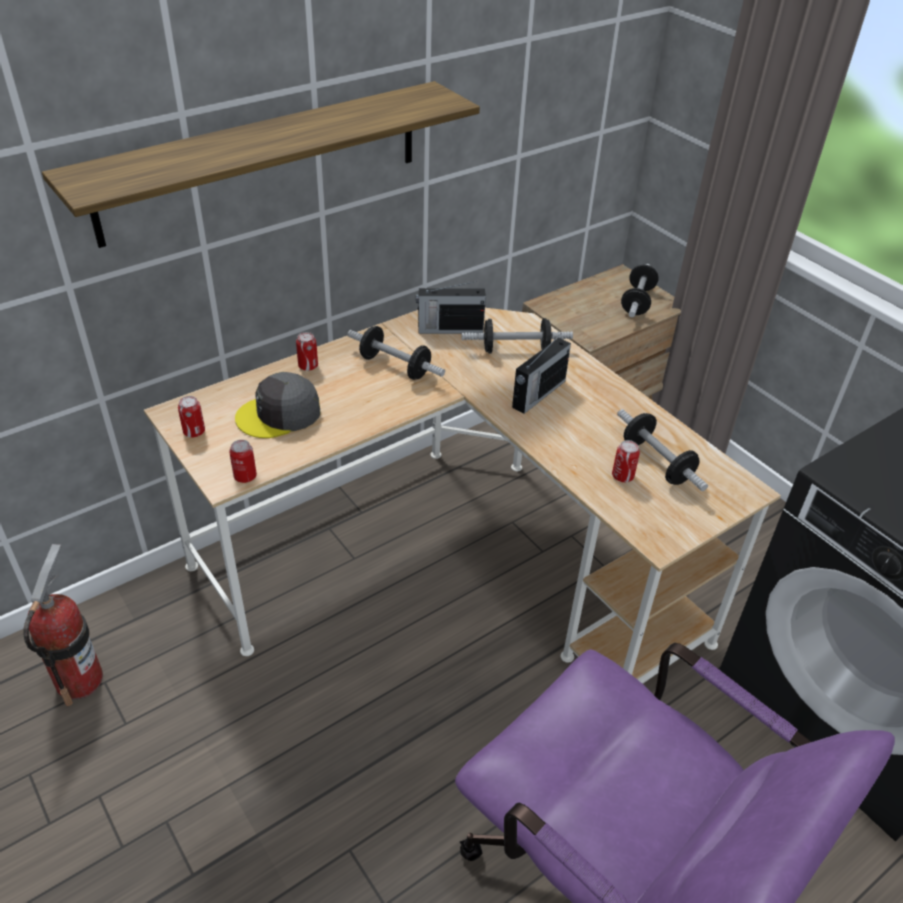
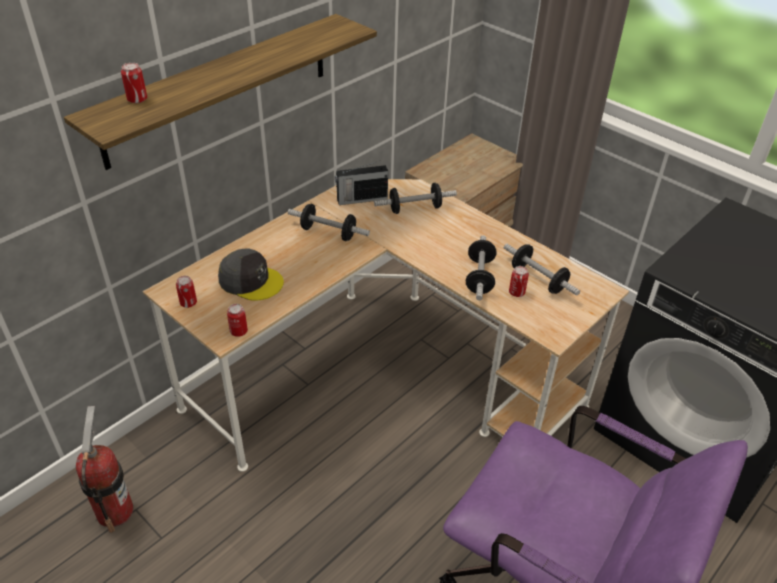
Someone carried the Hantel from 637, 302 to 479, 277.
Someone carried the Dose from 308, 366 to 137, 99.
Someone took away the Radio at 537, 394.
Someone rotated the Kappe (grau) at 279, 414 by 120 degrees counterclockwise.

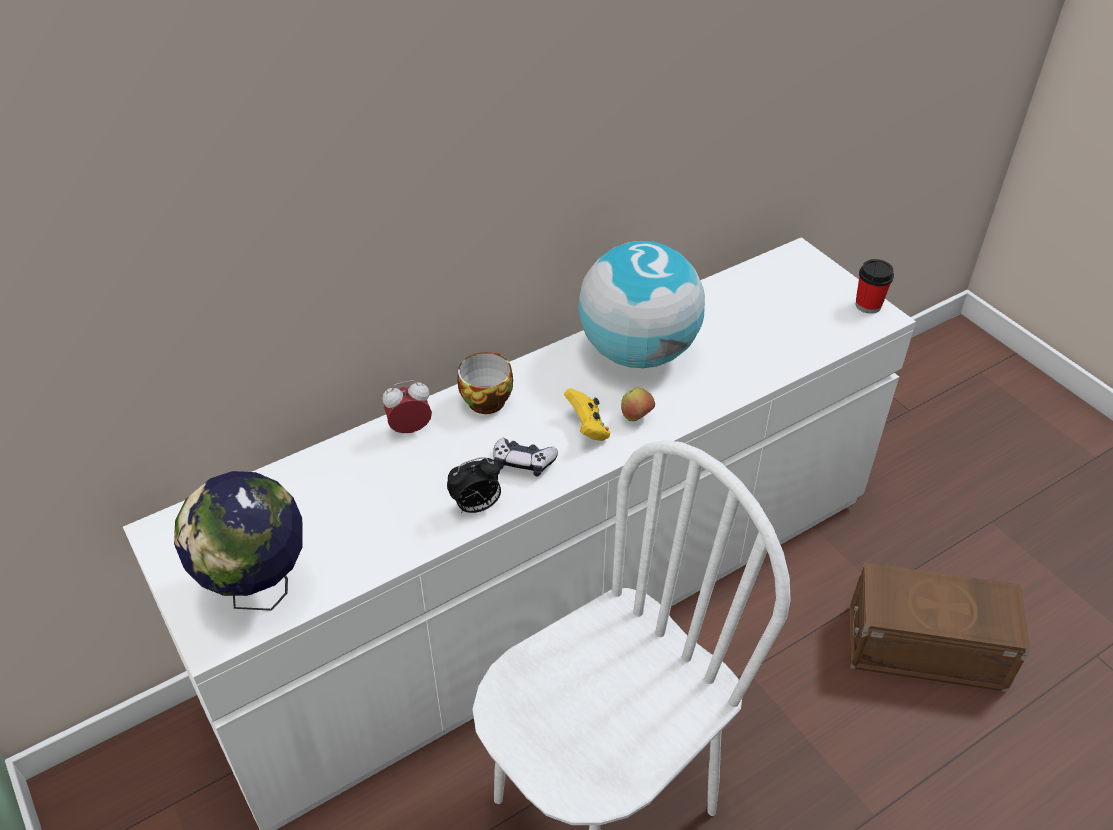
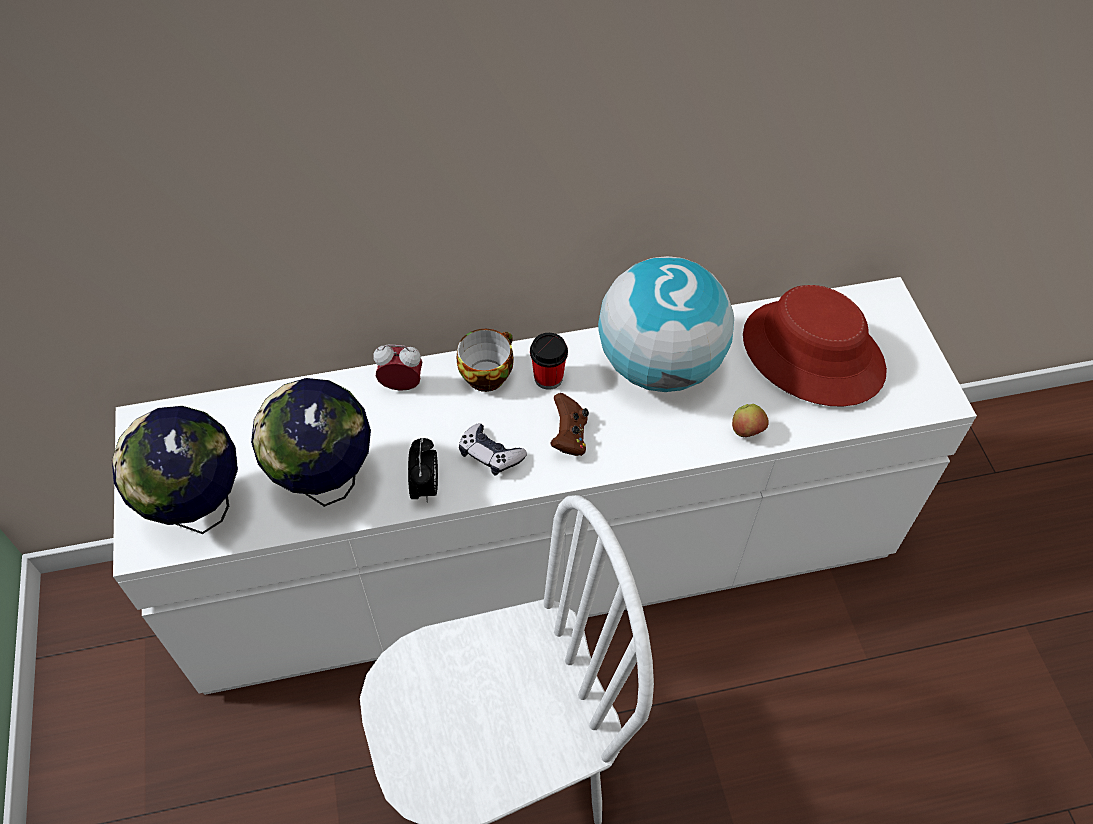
Someone carried the Tasse from 868, 305 to 548, 378.
Someone repainted the Gamepad (gelb) at 588, 428, which became the Gamepad (braun) at 569, 437.
Someone carried the Apfel from 636, 417 to 747, 431.
Someone rotated the Wecker at 476, 506 by 90 degrees counterclockwise.
Someone took away the Aufbewahrungsbox (braun) at 928, 650.
Someone put down the Hut (rot) at 812, 354.
Someone put down the Globus at 326, 483.

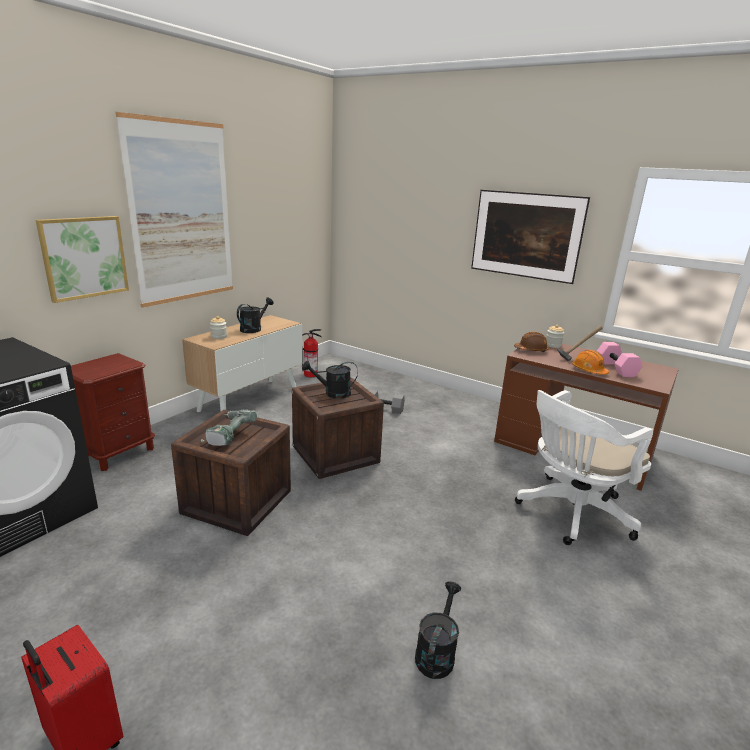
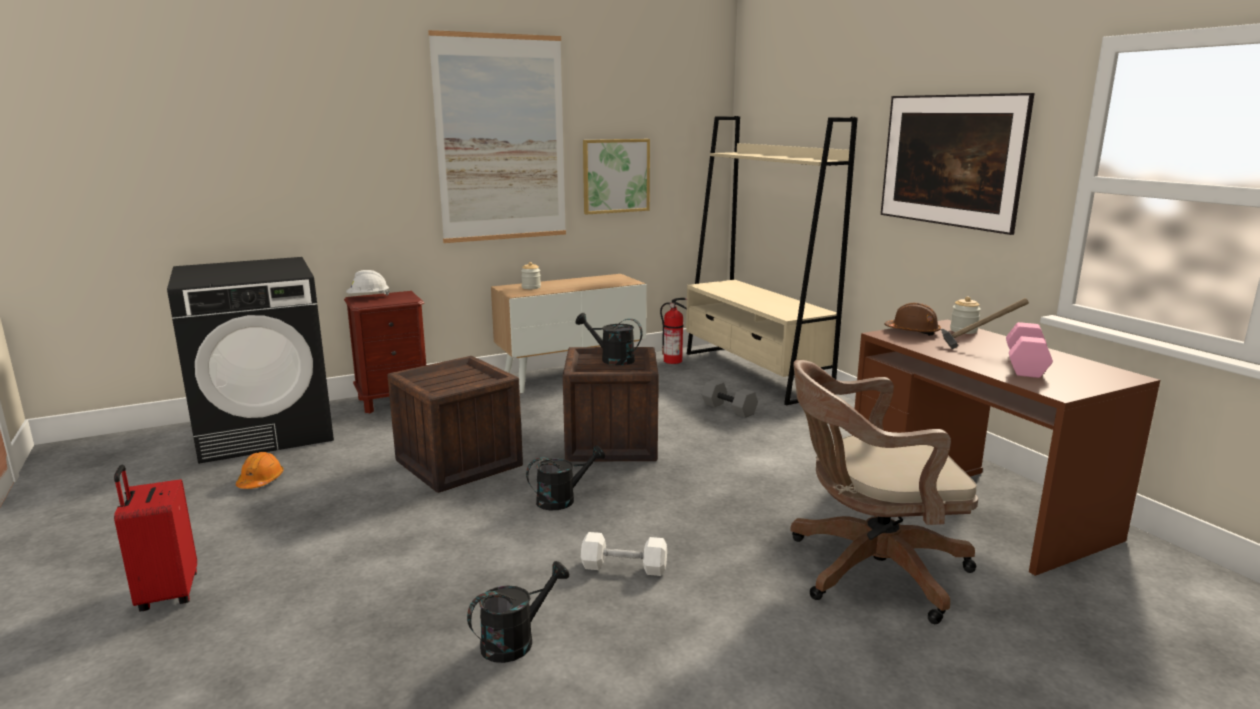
Someone carried the Bild from 84, 257 to 616, 176.
Someone carried the Gießkanne (schwarz) from 253, 329 to 562, 499.
Someone carried the Schutzhelm (orange) from 589, 371 to 260, 481.
Someone repainted the Bürostuhl (weiß) at 570, 513, which became the Bürostuhl (braun) at 867, 570.
Someone took away the Bohrmaschine at 228, 435.
Someone put down the Bücherregal (beige) at 755, 373.
Someone put down the Schutzhelm (weiß) at 368, 297.
Someone put down the Hantel (weiß) at 624, 567.

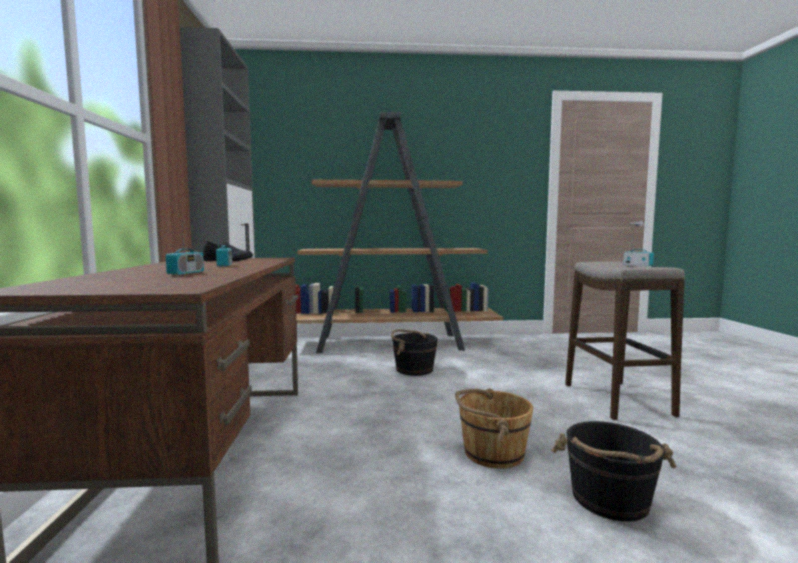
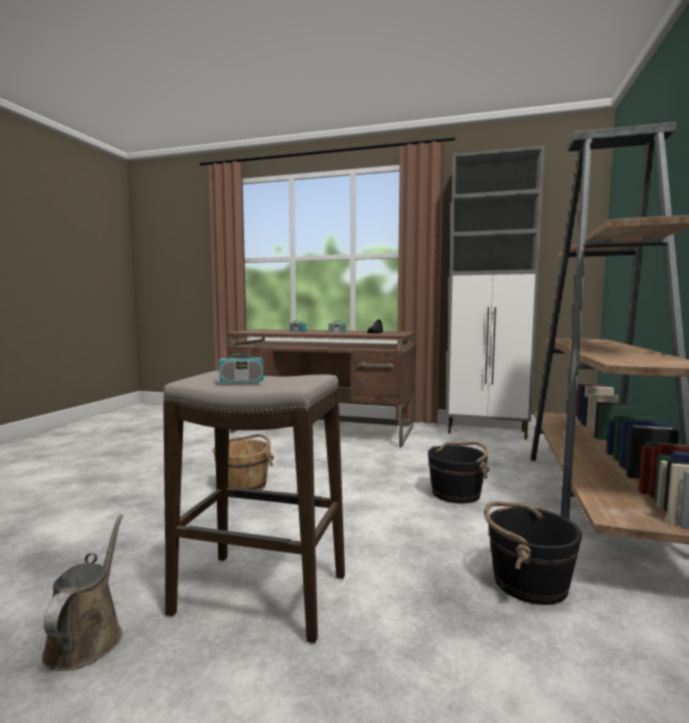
Someone carried the Eimer (schwarz) from 610, 500 to 528, 582.
Someone put down the Gießkanne (braun) at 87, 637.

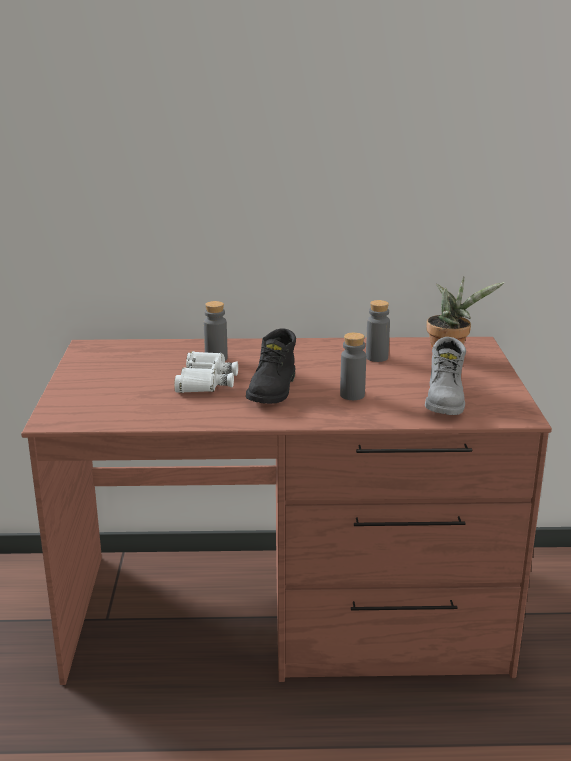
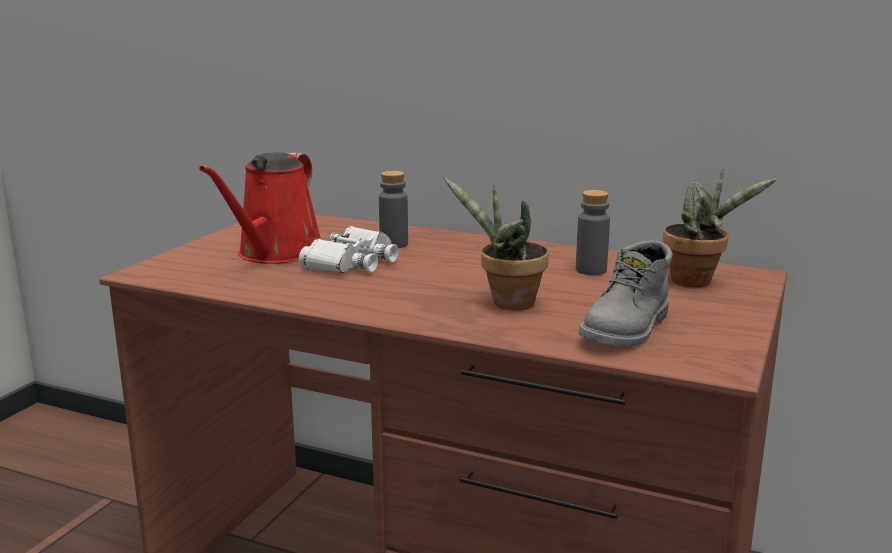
Someone took away the Stiefel (schwarz) at 273, 390.
Someone swapped the Flasche (grau) at 352, 395 for the Topfpflanze at 506, 303.
Someone put down the Gießkanne (rot) at 276, 253.

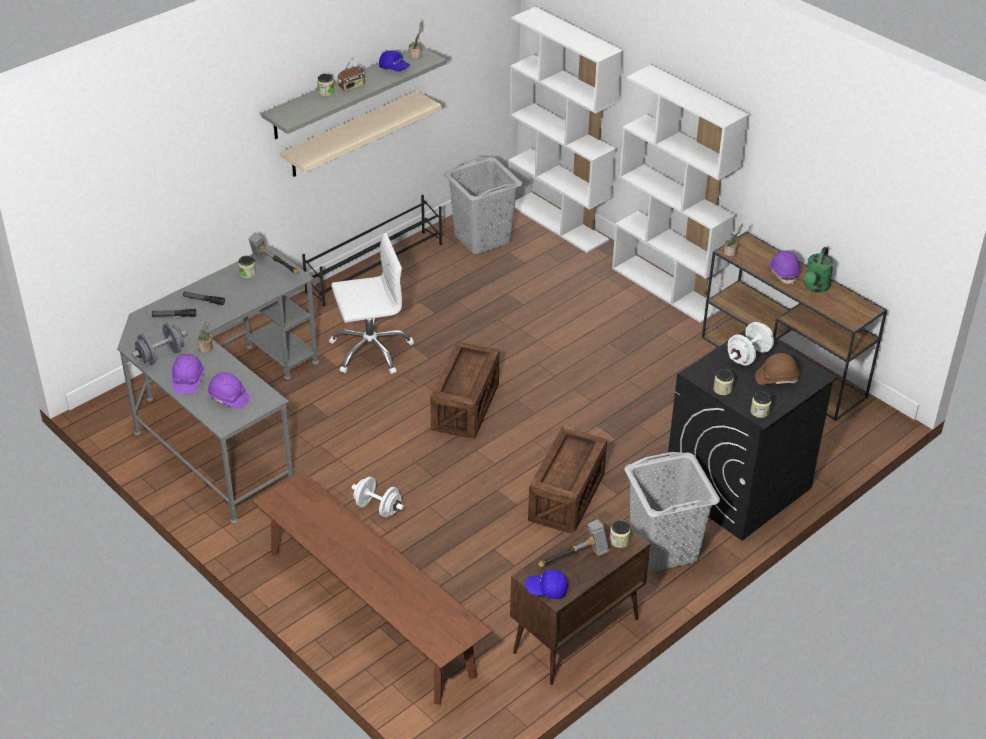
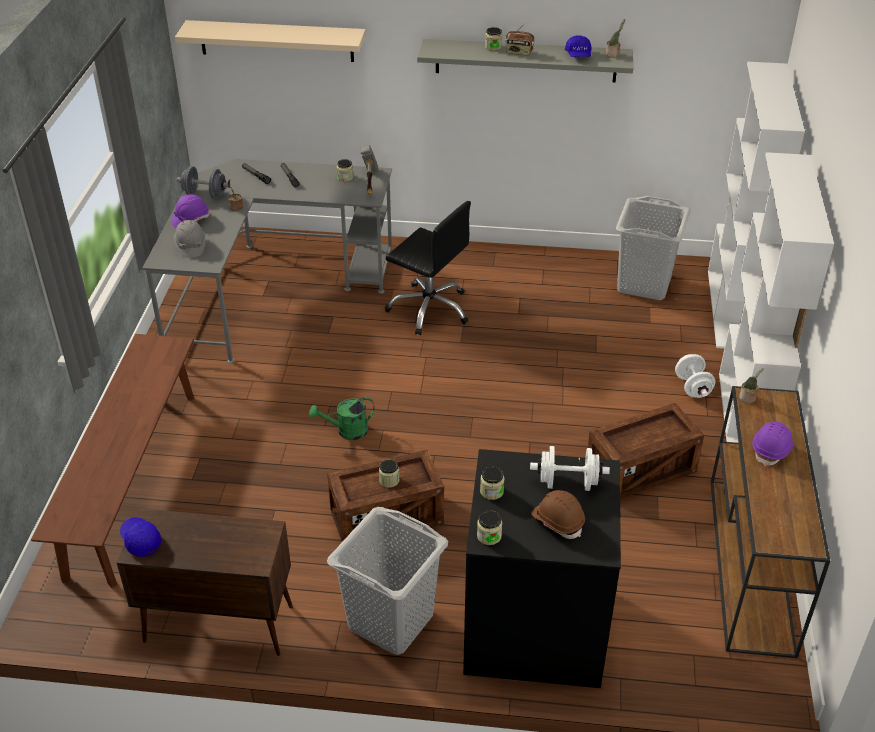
Someone carried the Wandregal (beige) from 351, 134 to 276, 41.
Someone took away the Schuhregal (schwarz) at 376, 267.
Someone repainted the Bürostuhl (weiß) at 371, 350, which became the Bürostuhl (schwarz) at 429, 309.
Someone carried the Gießkanne (grün) from 815, 287 to 347, 431.
Someone carried the Kiste from 465, 407 to 640, 470.
Someone repainted the Schutzhelm (lila) at 228, 398, which became the Schutzhelm (grau) at 190, 246.
Someone carried the Hantel (weiß) from 378, 508 to 692, 387.
Someone took away the Hammer at 574, 559.
Someone carried the Vorratsglas from 619, 541 to 389, 480.

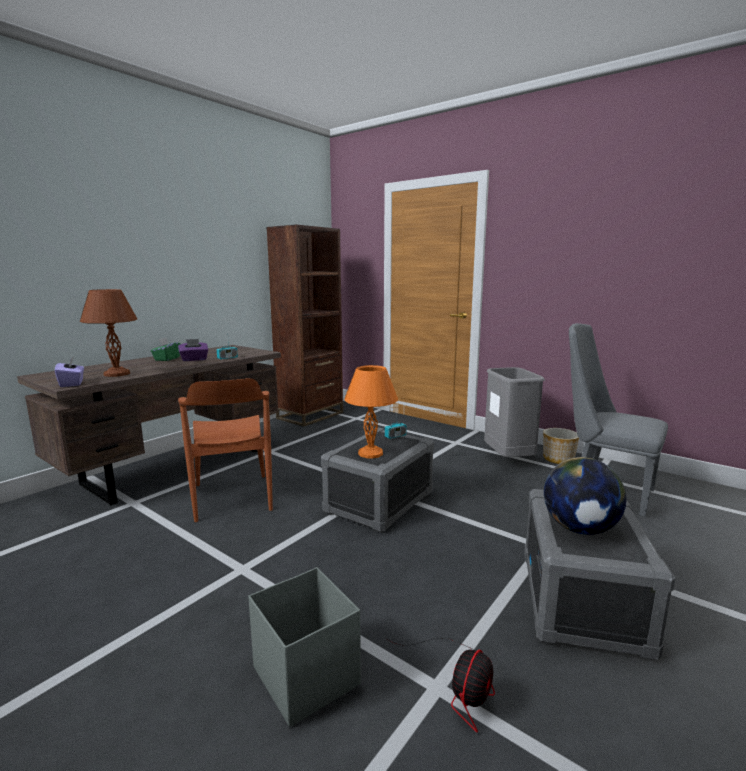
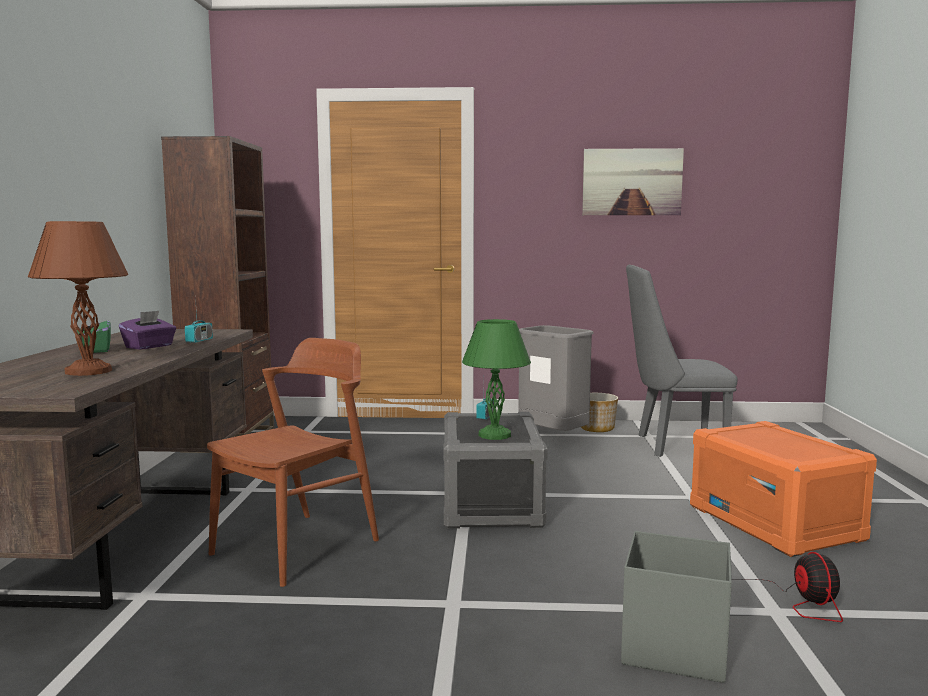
Someone took away the Taschentuchbox (lila) at 72, 383.
Someone repainted the Tischlampe (orange) at 371, 453, which became the Tischlampe (grün) at 496, 435.
Someone rotated the Stuhl (braun) at 232, 497 by 90 degrees counterclockwise.
Someone took away the Globus at 580, 529.
Someone repainted the Aufbewahrungsbox (grau) at 583, 600, which became the Aufbewahrungsbox (orange) at 775, 523.
Someone put up the Bild at 632, 182.

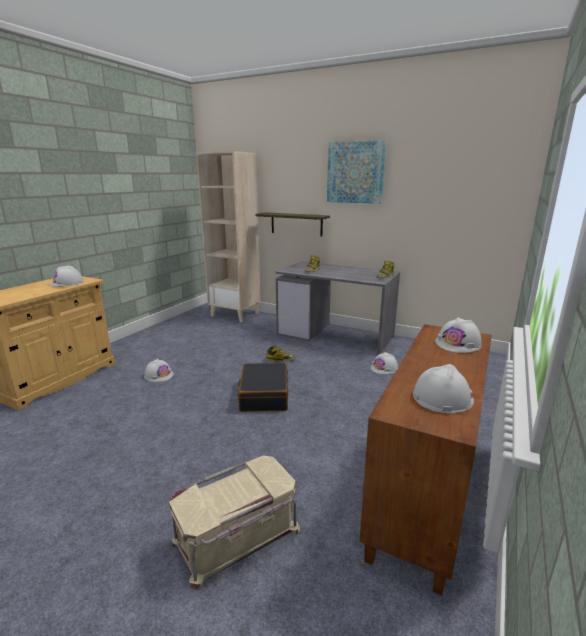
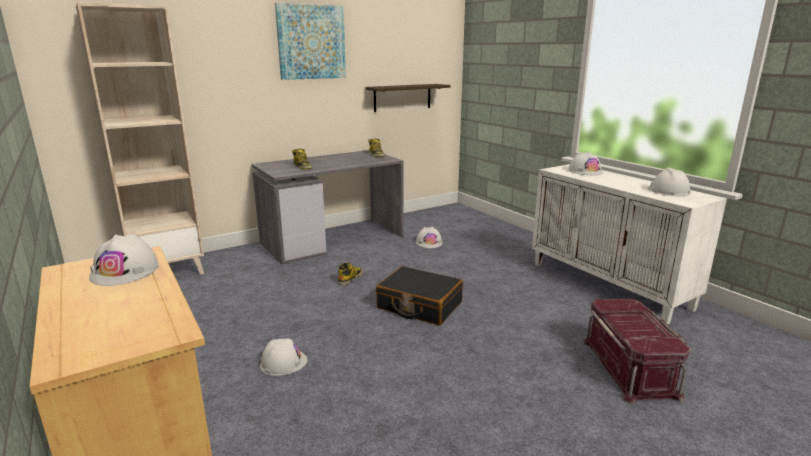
Someone carried the Wandregal from 296, 224 to 402, 97.
Someone repainted the Schrank (braun) at 426, 494, which became the Schrank (weiß) at 609, 285.
Someone repainted the Aufbewahrungsbox (beige) at 237, 536, which became the Aufbewahrungsbox (rot) at 630, 368.

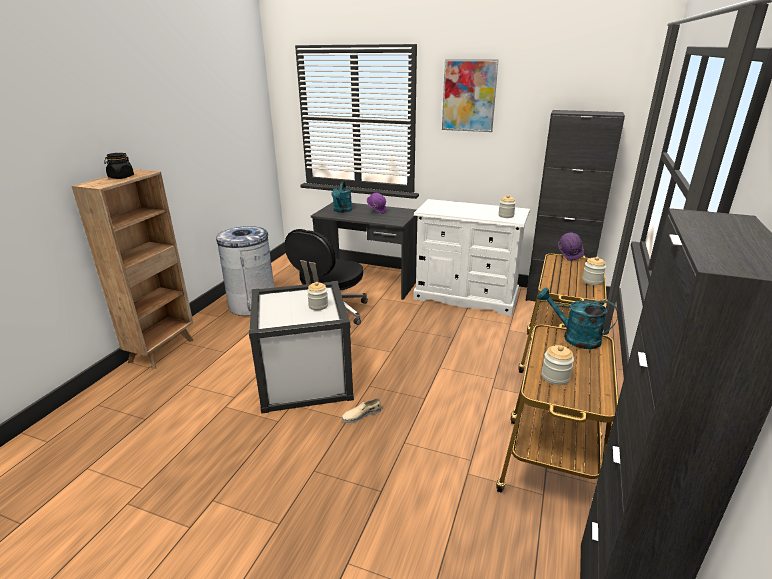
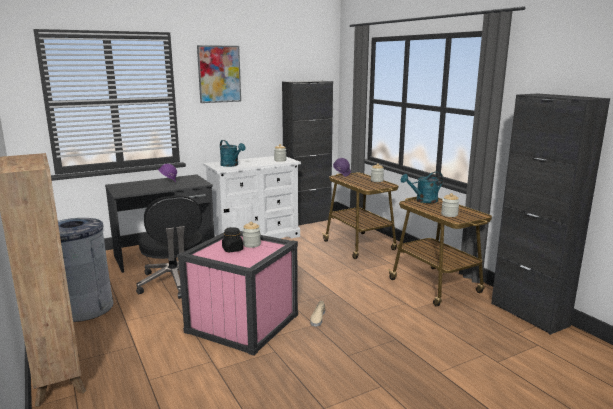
Someone carried the Vorratsglas (schwarz) from 121, 177 to 232, 249.
Someone carried the Gießkanne (türkis) from 342, 211 to 231, 165.
Someone repainted the Aufbewahrungsbox (weiß) at 305, 379, which became the Aufbewahrungsbox (rosa) at 242, 323.

